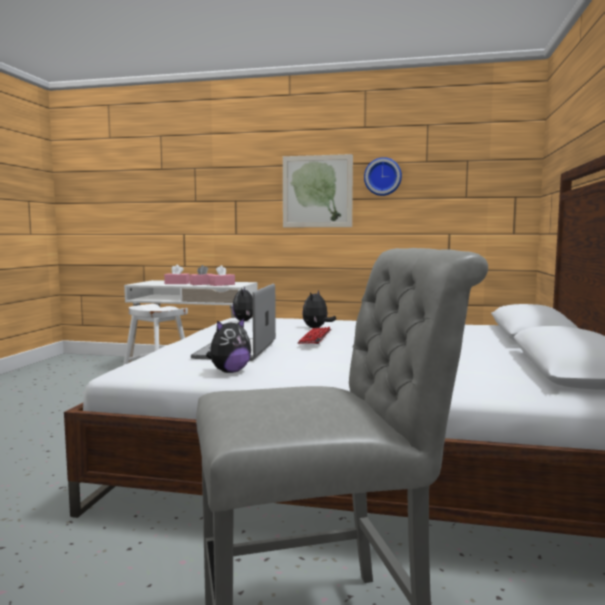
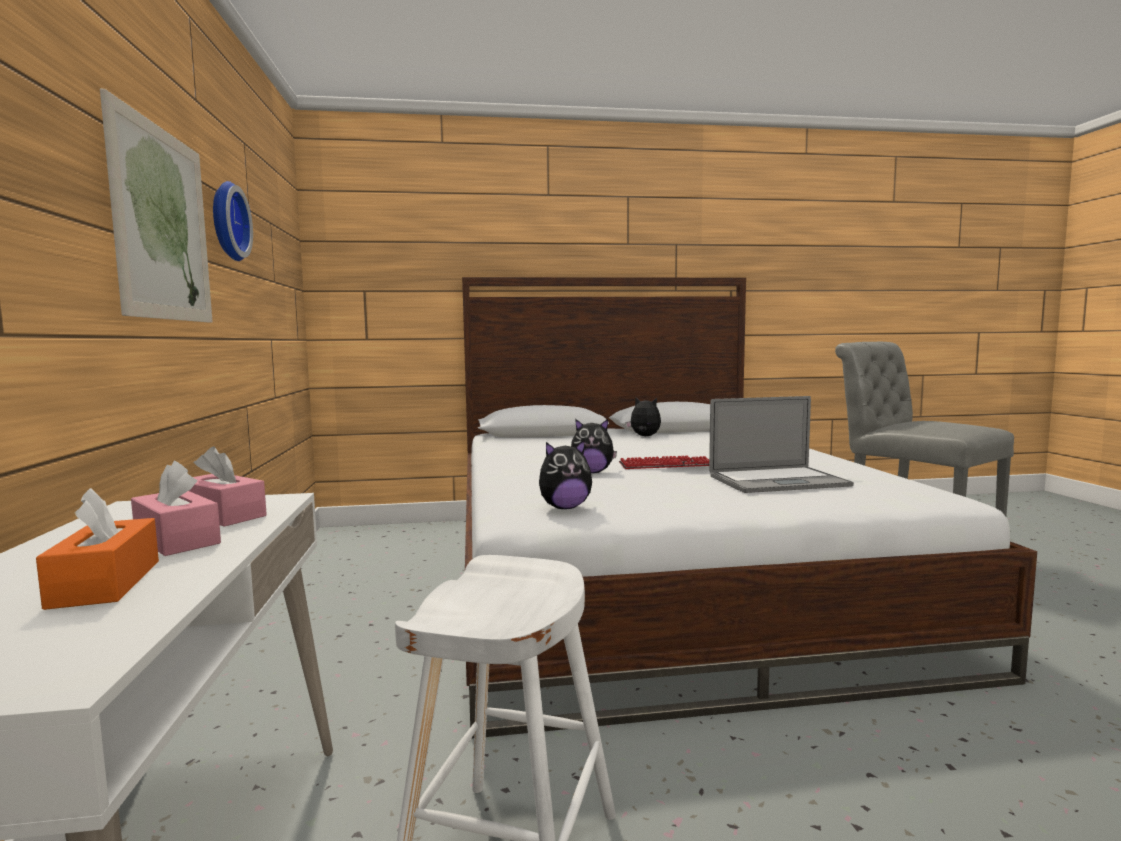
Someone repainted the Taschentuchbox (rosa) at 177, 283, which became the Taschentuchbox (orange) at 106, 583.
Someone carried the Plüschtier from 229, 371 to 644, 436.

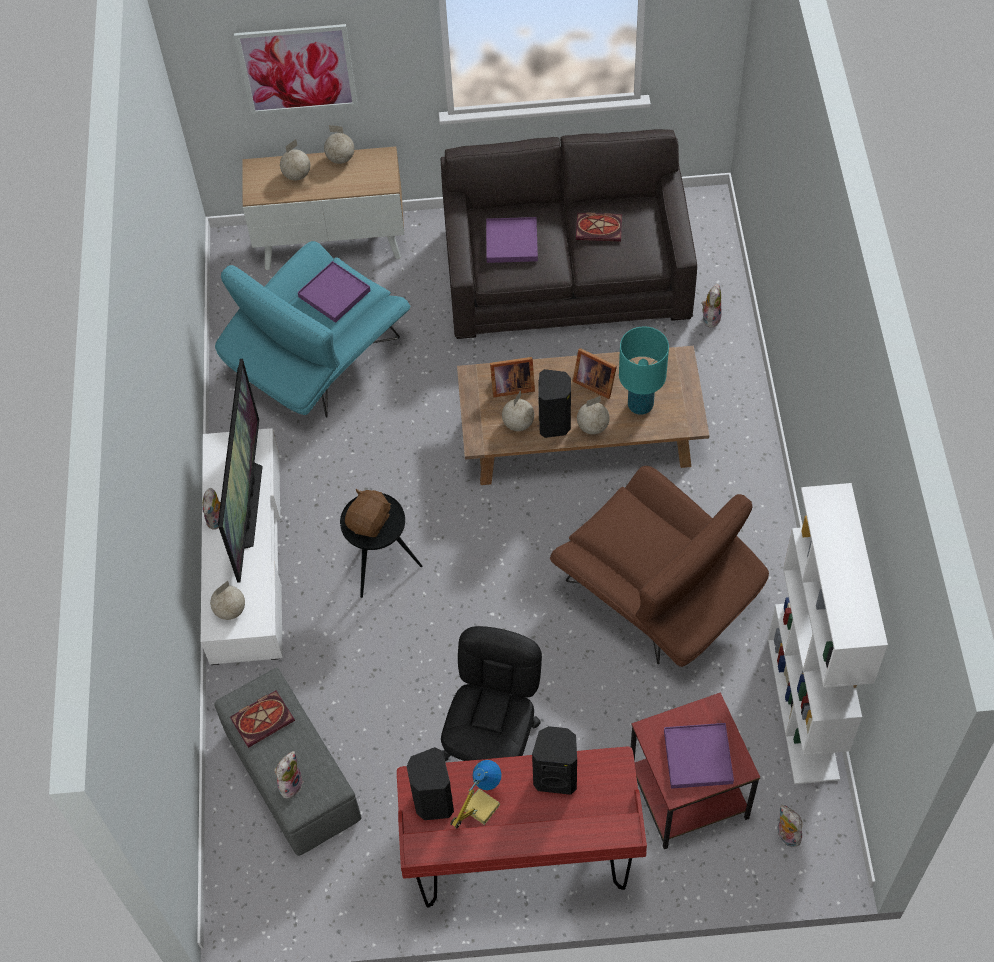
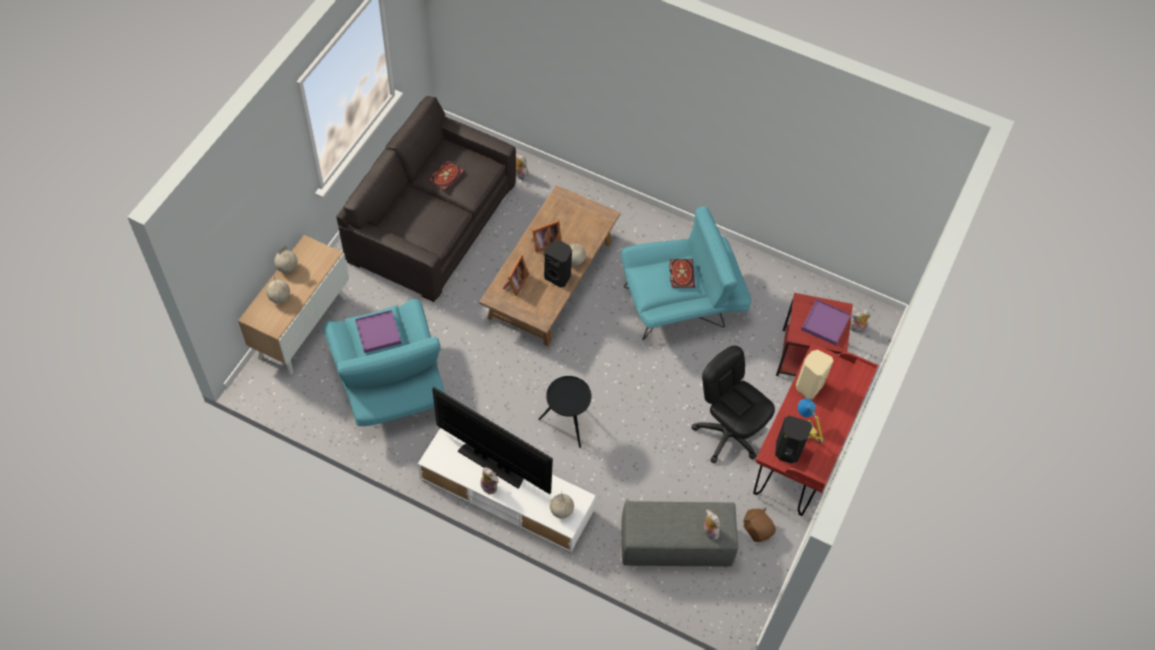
Someone took away the Bild at 297, 69.
Someone took away the Tablett (lila) at 512, 242.
Someone took away the Tischlampe (türkis) at 640, 405.
Someone took away the Globus at 518, 424.
Someone repainted the Sessel (braun) at 658, 595, which became the Sessel (türkis) at 681, 303.
Someone took away the Bücherregal (weiß) at 804, 708.
Someone carried the Plüschtier (braun) from 369, 522 to 757, 529.
Someone carried the Buch from 263, 718 to 681, 273.
Someone repainted the Lautsprecher (schwarz) at 556, 776, which became the Lautsprecher (beige) at 808, 386.

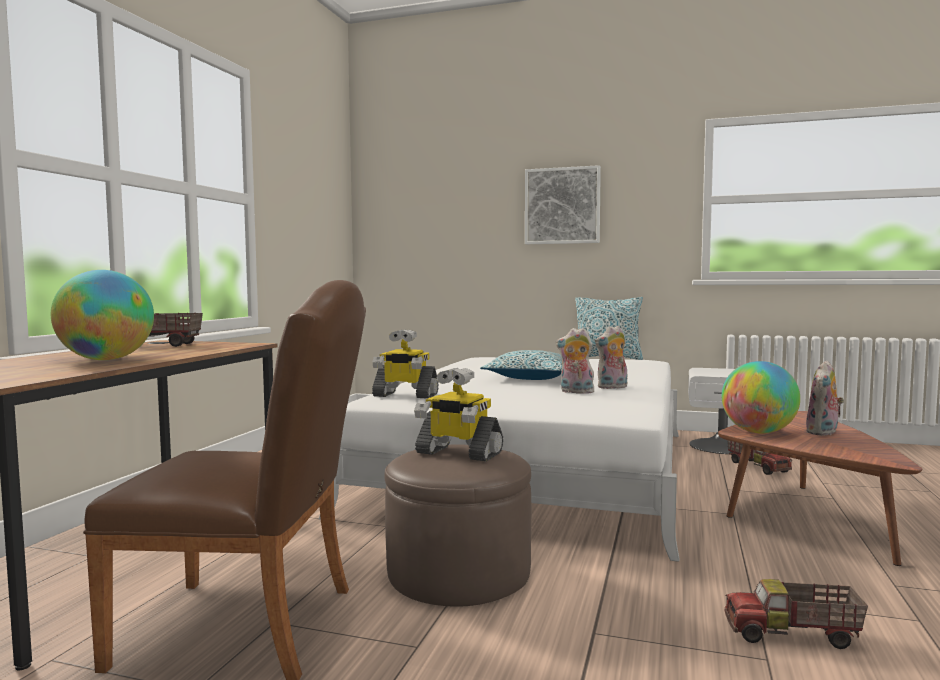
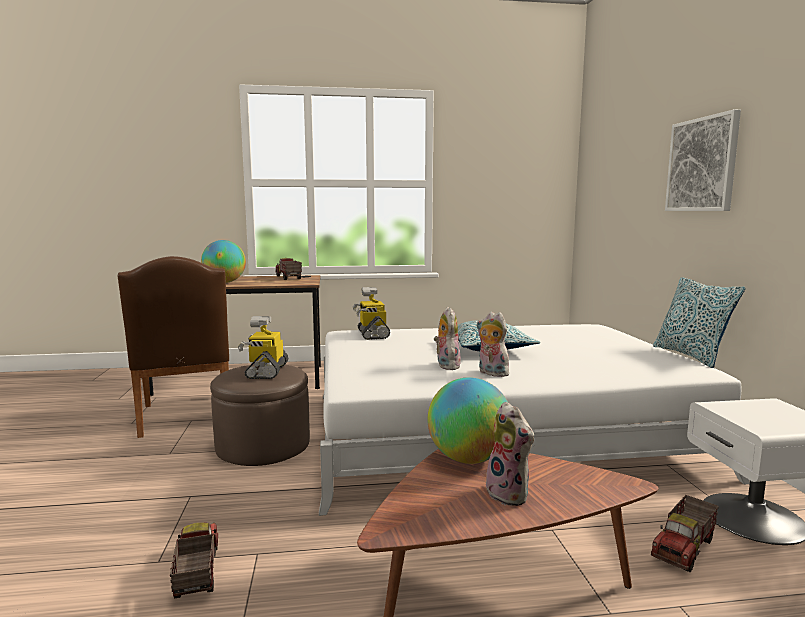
Someone rotated the Plüschtier at 823, 432 by 135 degrees counterclockwise.

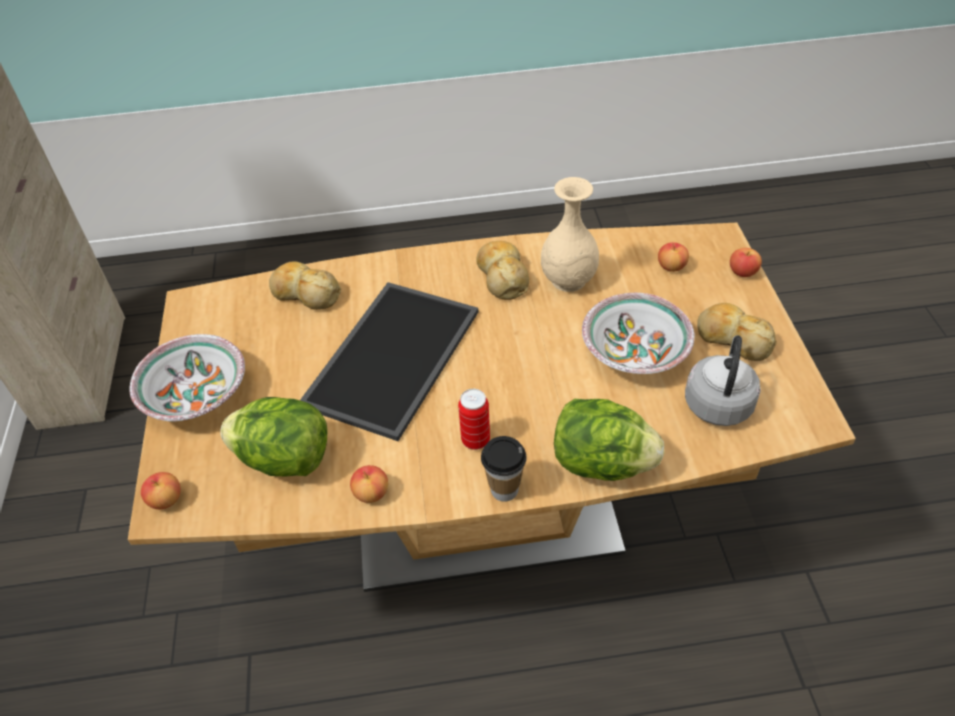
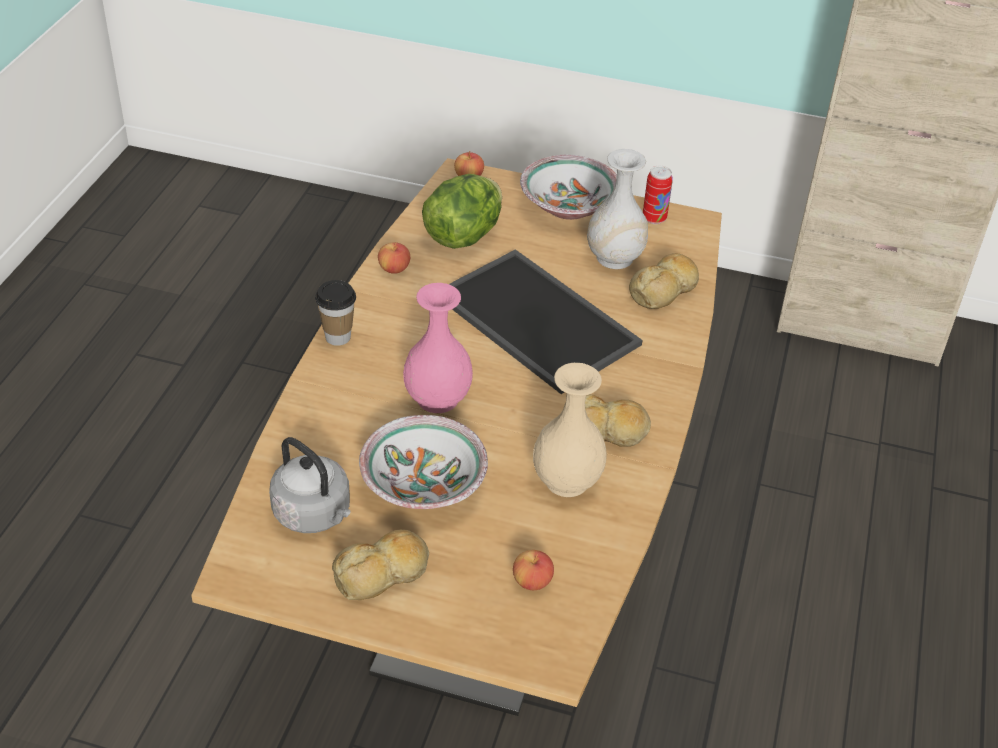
Someone took away the Apfel at 742, 272.
Someone carried the Dose from 475, 440 to 654, 218.
Someone took away the Salatkopf at 601, 463.
Someone put down the Vase (weiß) at 615, 258.
Someone put down the Vase (rosa) at 438, 398.

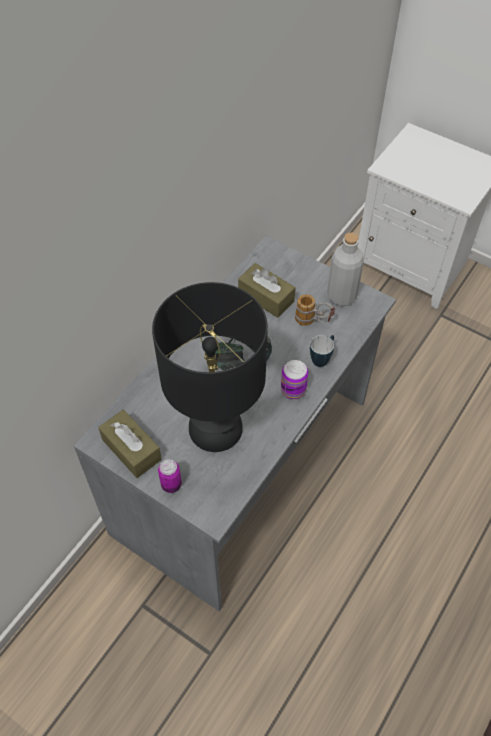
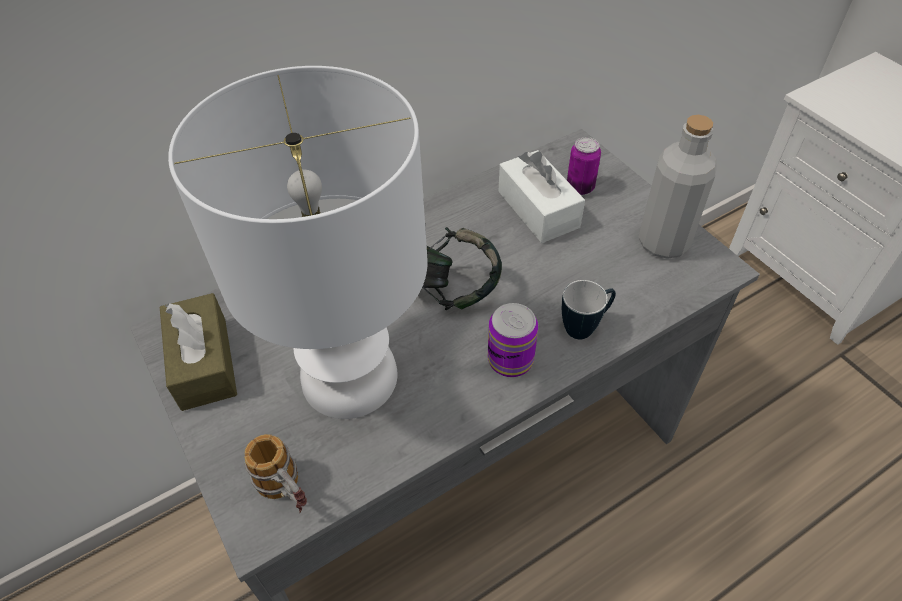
Someone repainted the Taschentuchbox (braun) at 266, 297, which became the Taschentuchbox (weiß) at 538, 209.
Someone repainted the Tischlampe (schwarz) at 216, 427, which became the Tischlampe (weiß) at 352, 375.
Someone carried the Henkelbecher from 313, 321 to 288, 493.
Someone carried the Dose from 171, 484 to 580, 187.

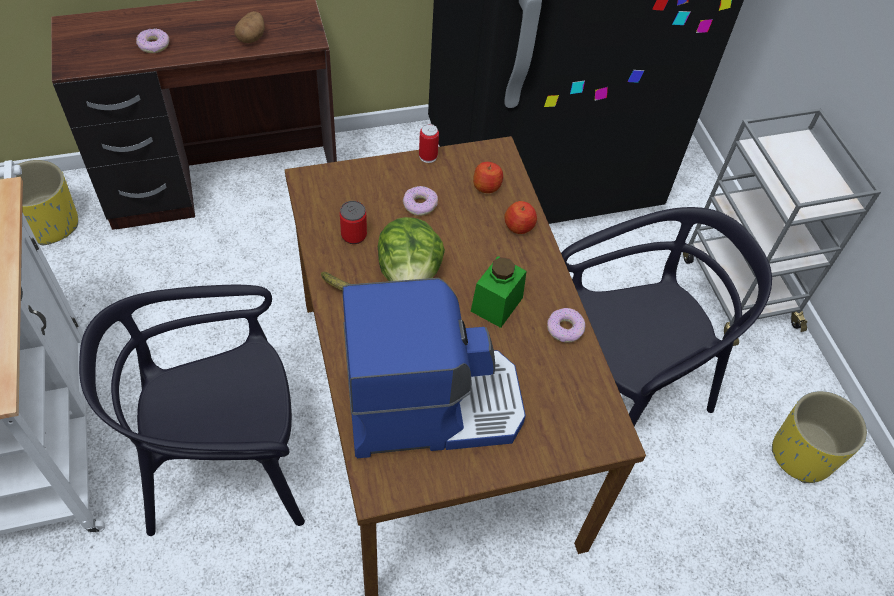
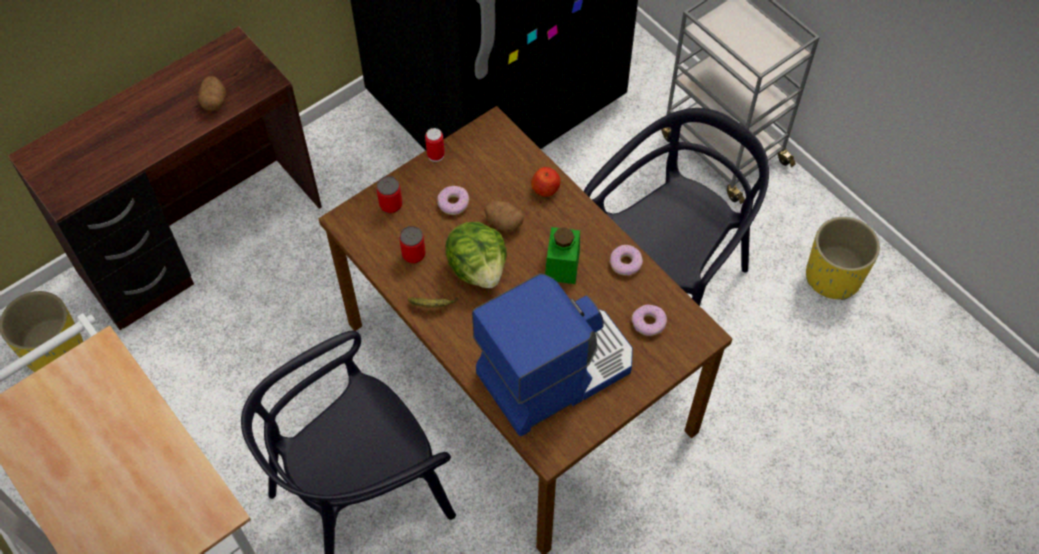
Someone carried the Donut from 154, 45 to 648, 323.
Someone took away the Apfel at 486, 186.
Someone put down the Dose at 391, 205.
Someone put down the Kartoffel at 504, 222.

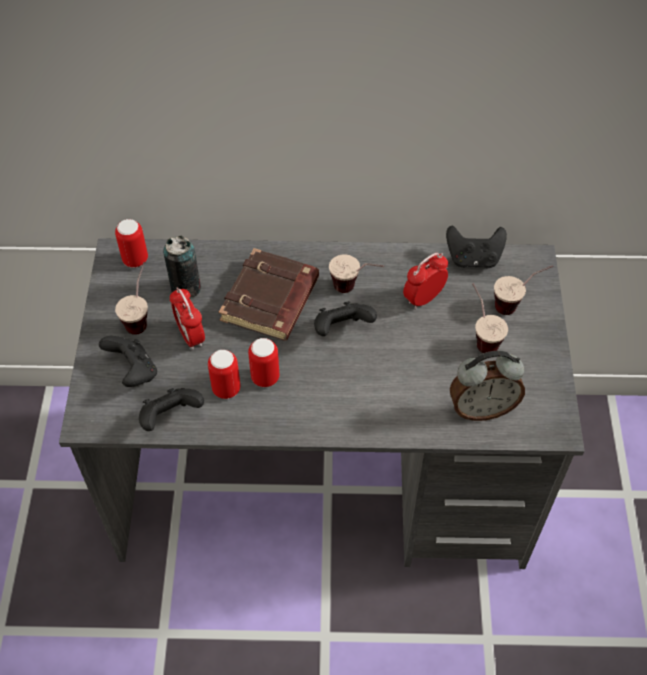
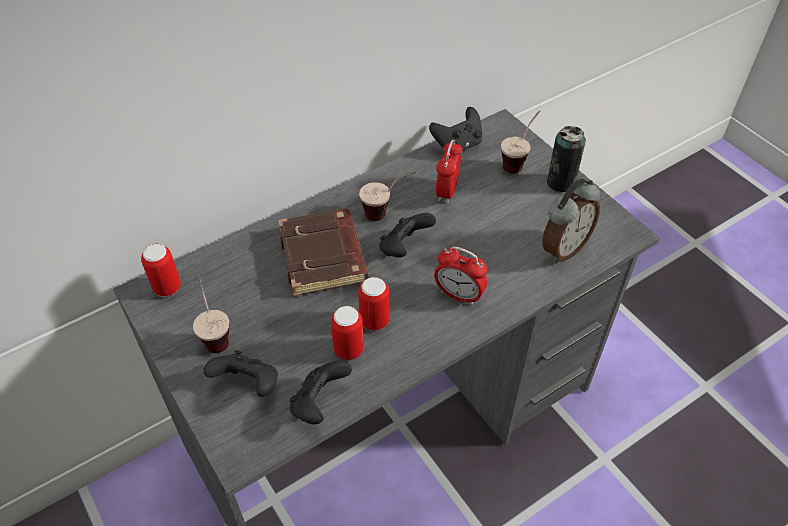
Someone carried the Dose from 186, 288 to 560, 182.
Someone took away the Tasse at 480, 336.
Someone carried the Wecker from 190, 336 to 459, 295.

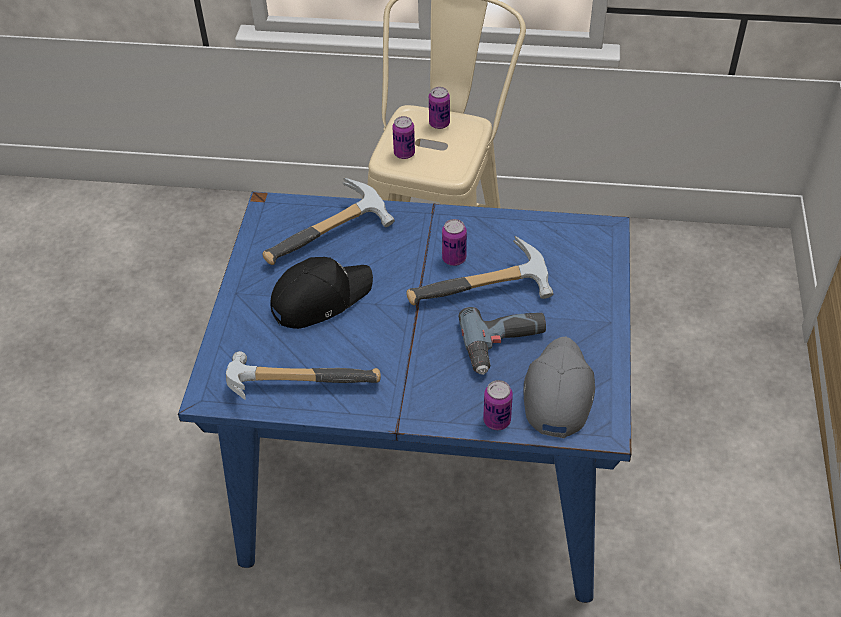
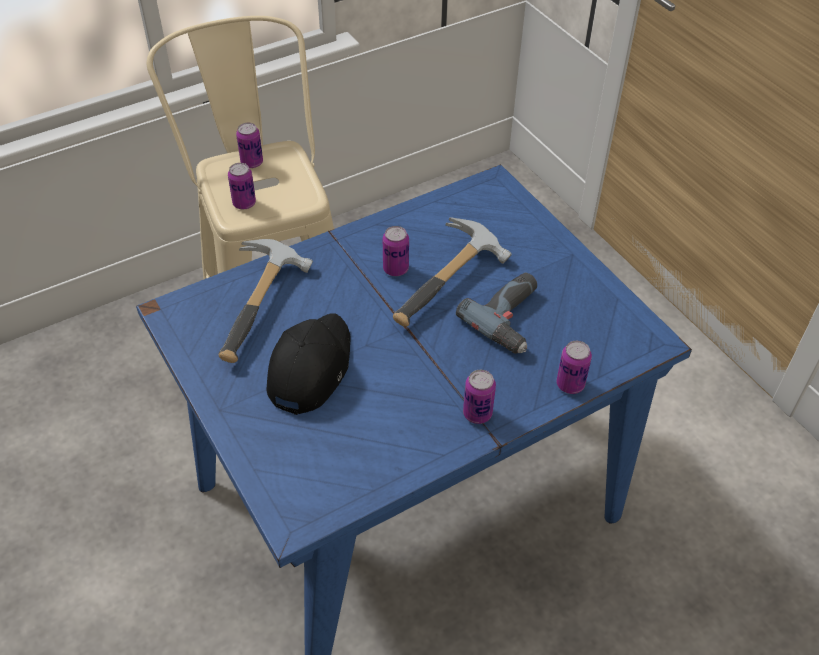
Someone took away the Kappe (grau) at 557, 392.
Someone took away the Hammer at 298, 380.
Someone put down the Dose at 477, 413.

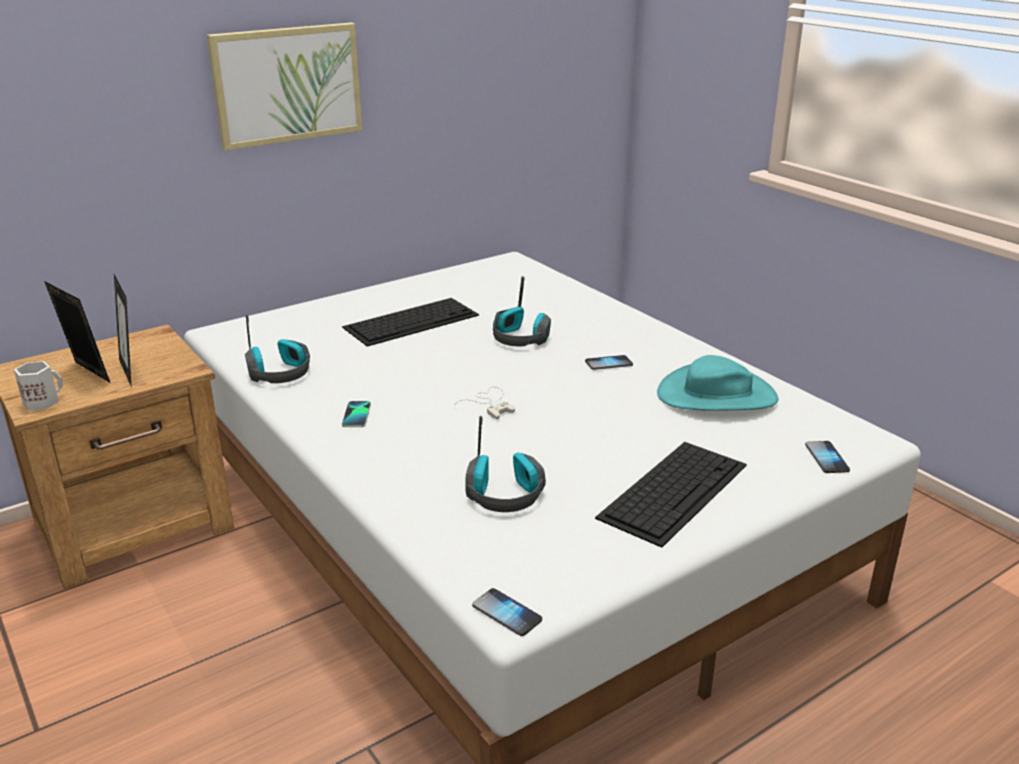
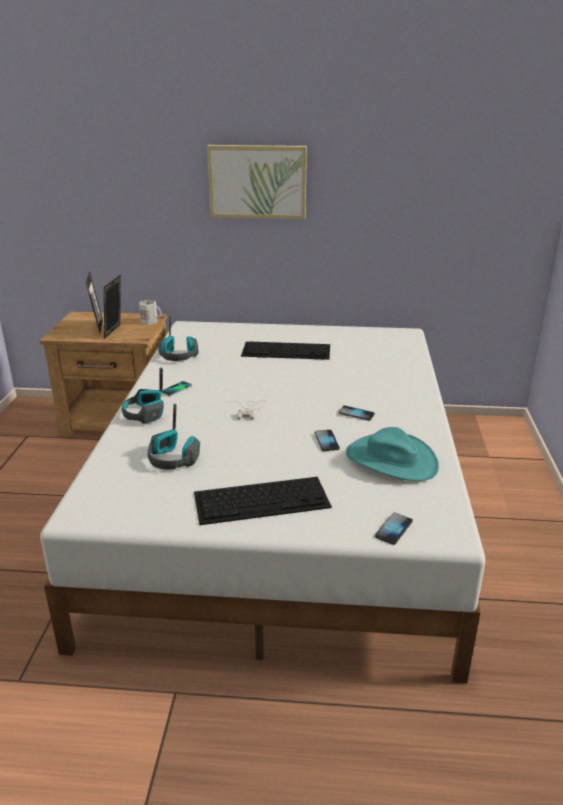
Someone carried the Kopfhörer from 520, 338 to 145, 414.
Someone carried the Henkelbecher (weiß) from 42, 401 to 150, 321.
Someone carried the Handy from 507, 613 to 326, 441.

